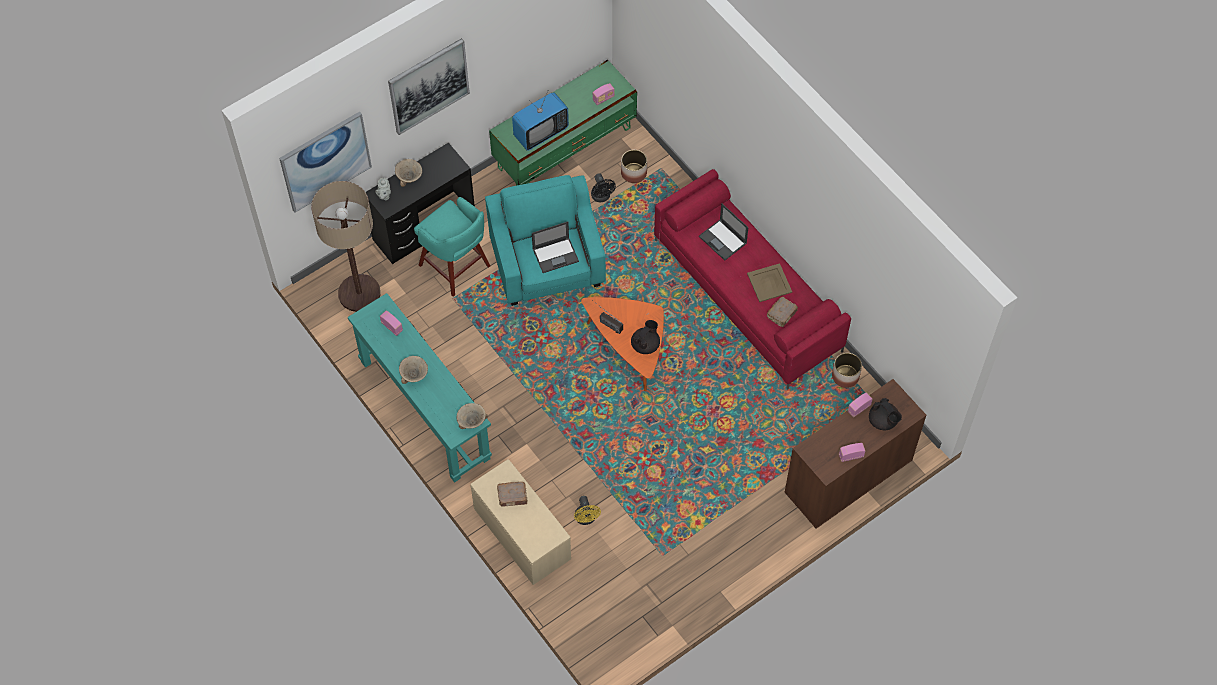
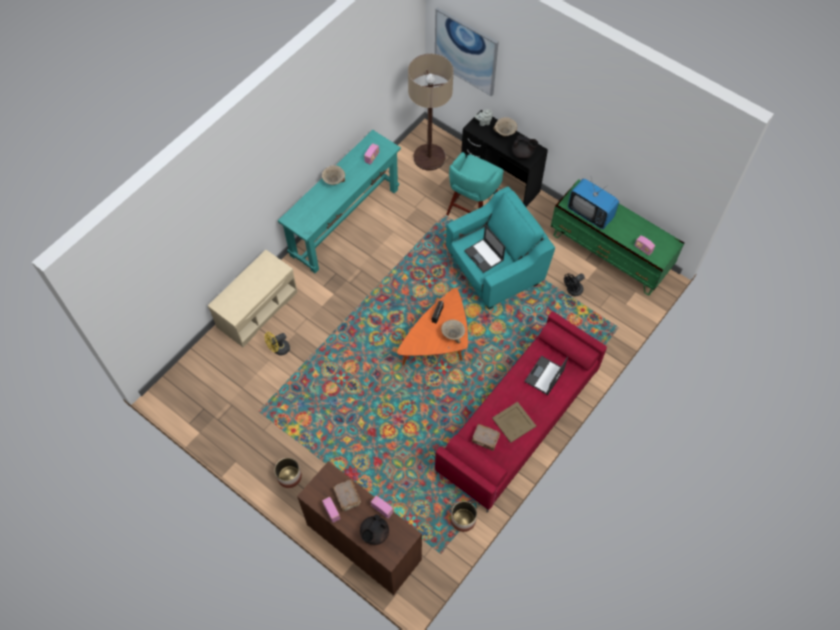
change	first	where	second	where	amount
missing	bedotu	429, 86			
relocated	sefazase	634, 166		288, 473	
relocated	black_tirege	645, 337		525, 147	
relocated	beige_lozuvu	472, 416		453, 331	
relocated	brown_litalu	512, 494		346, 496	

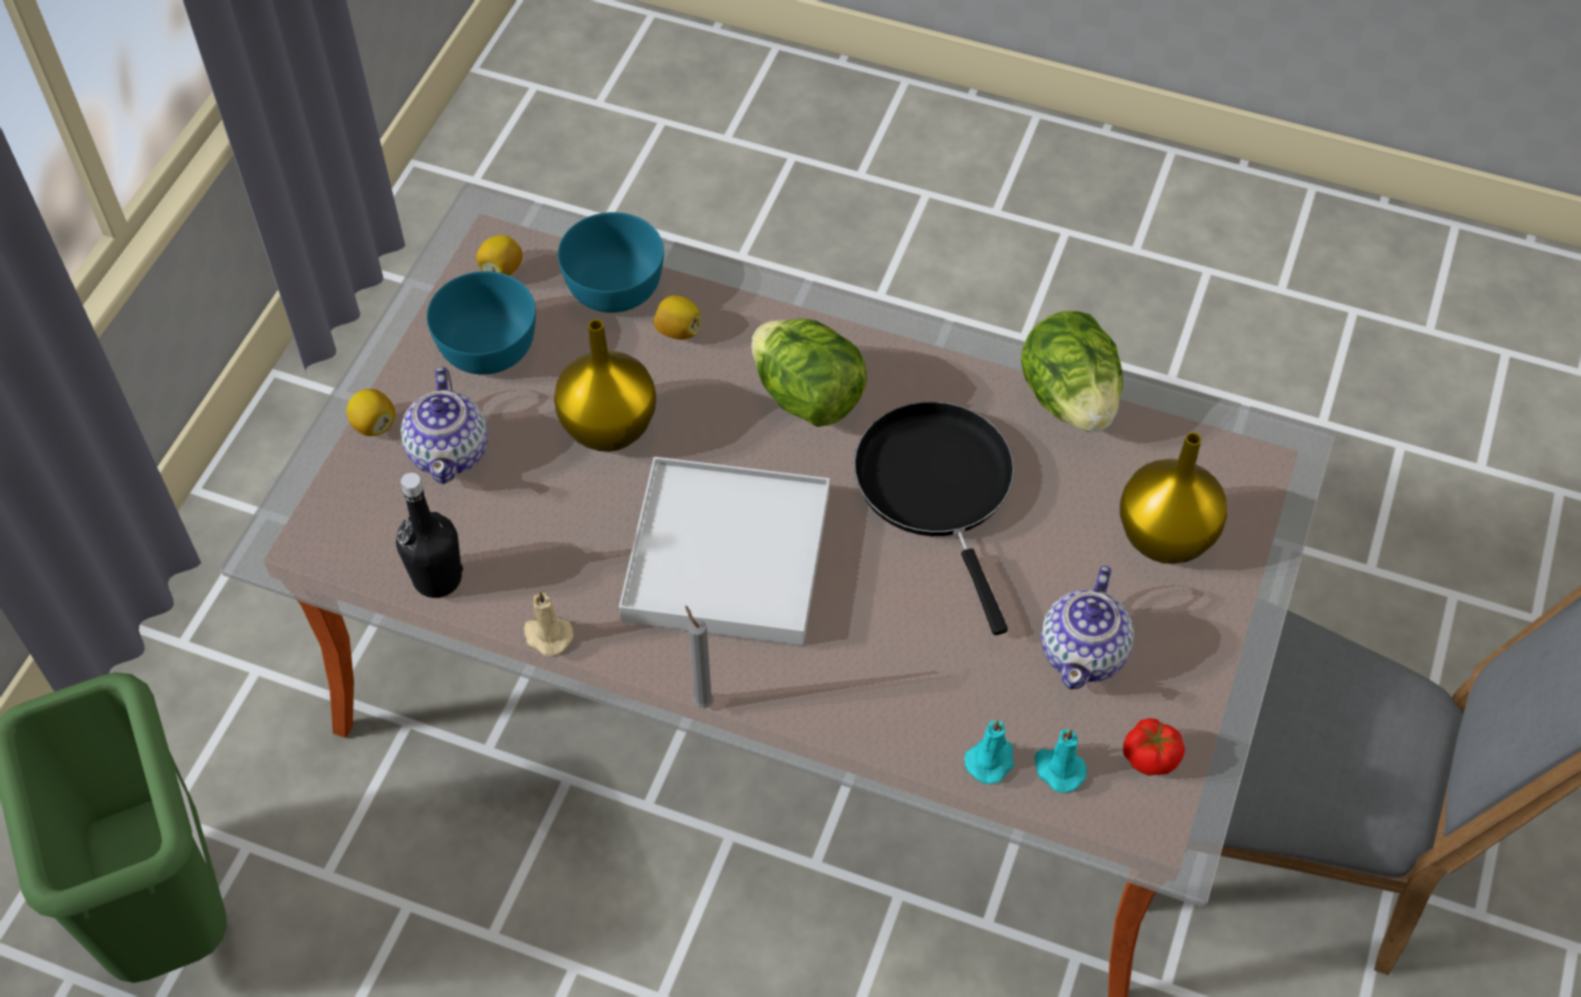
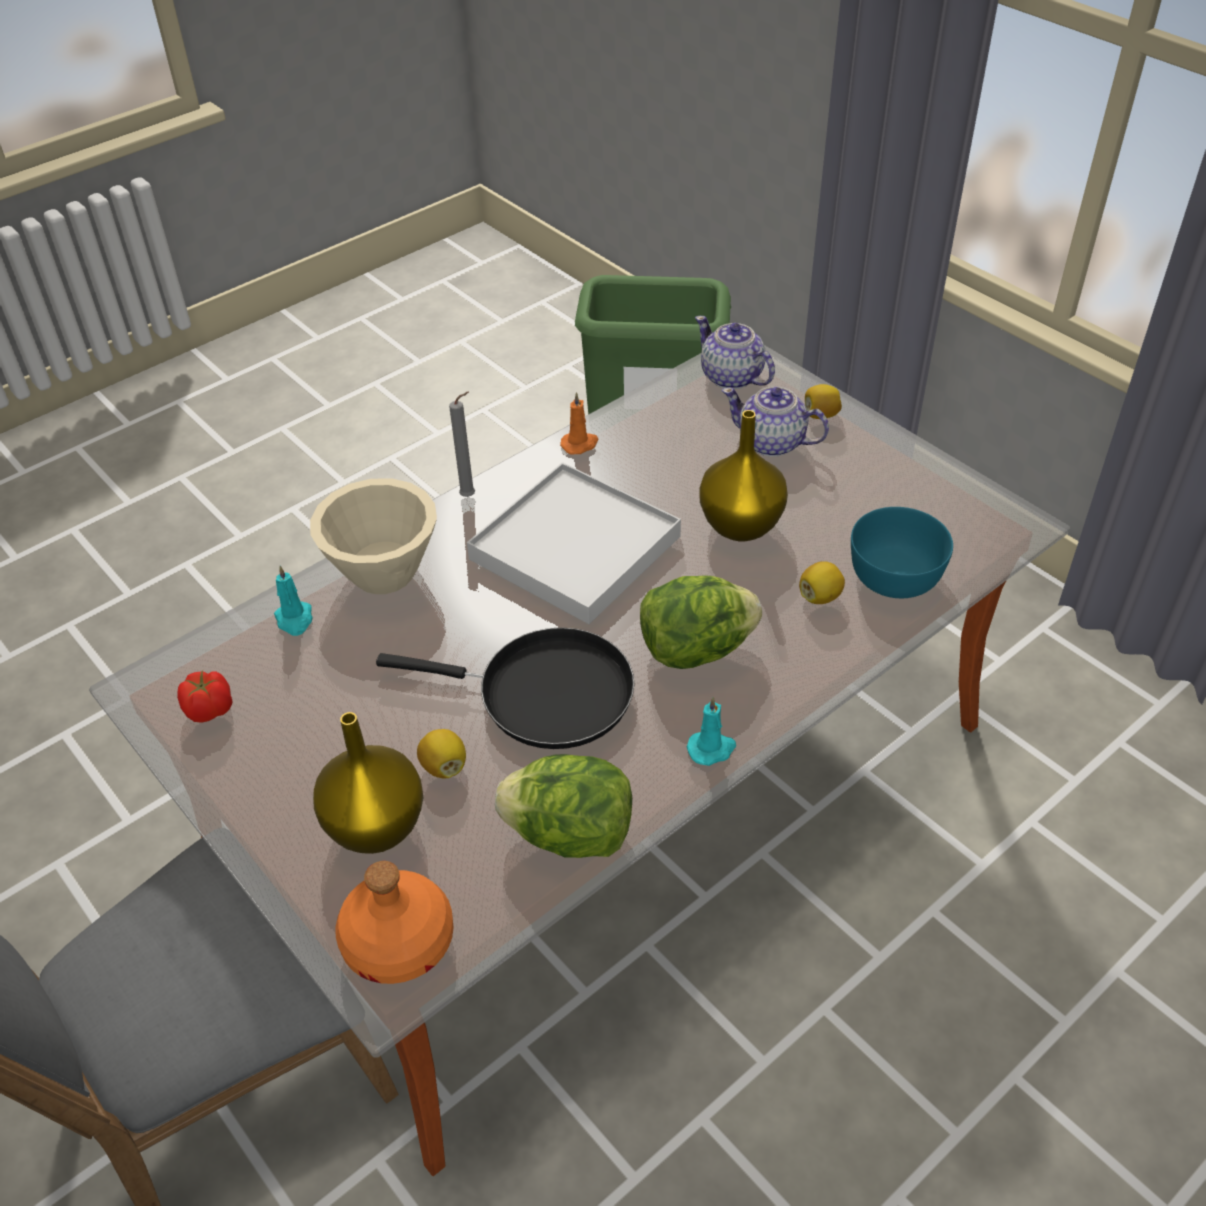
change	first	where	second	where	amount
relocated	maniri	499, 255		441, 753	
missing	turquoise_lozuvu	481, 323			
missing	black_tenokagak	429, 535			
relocated	tirege	1087, 627		735, 353	
colour	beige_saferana	548, 623	orange_saferana	579, 423	
relocated	turquoise_saferana	1061, 760		711, 731	
appeared			beige_lozuvu	373, 536	
appeared			orange_tenokagak	394, 922	

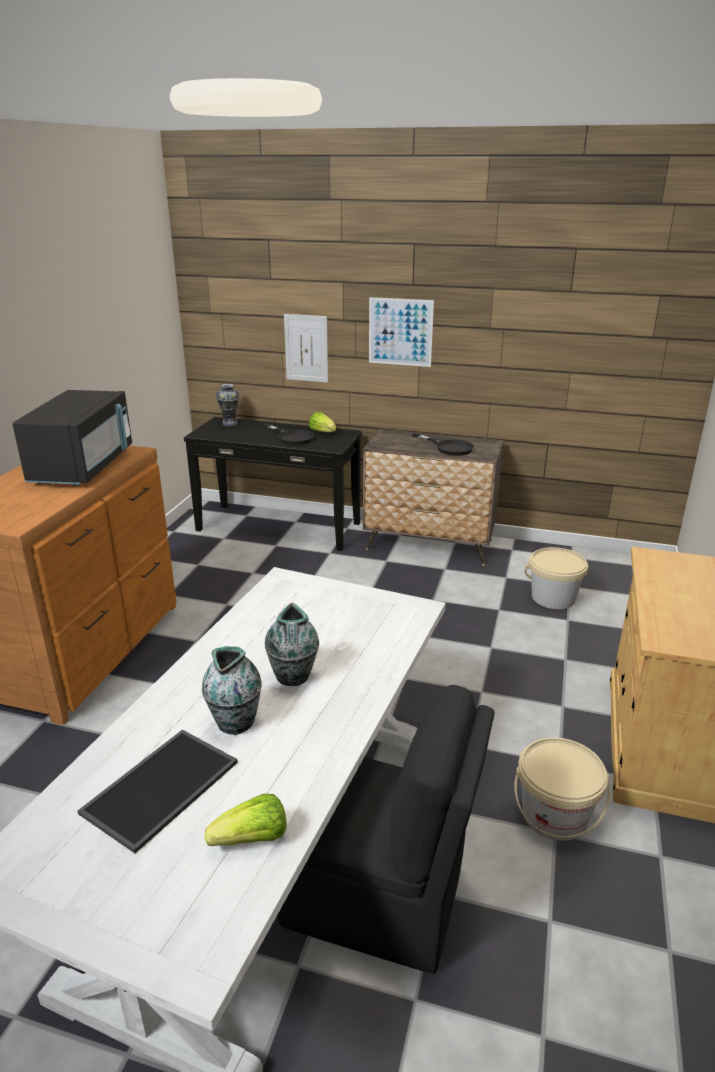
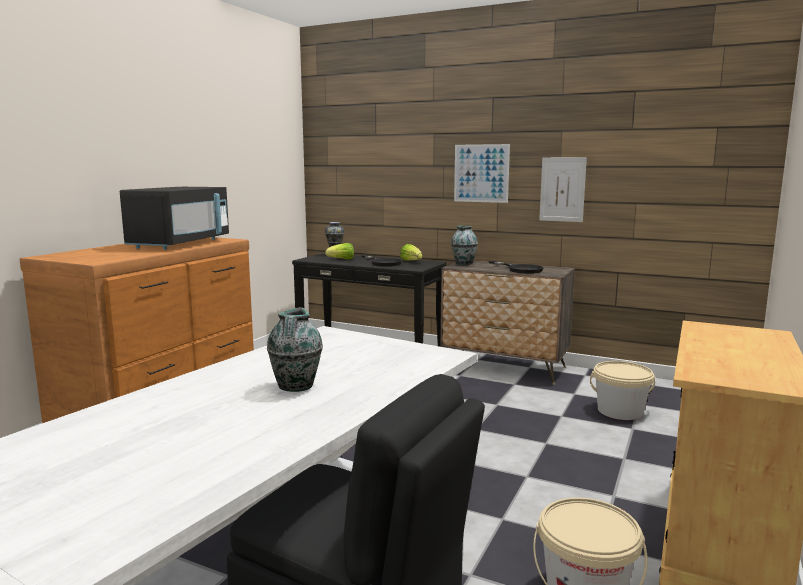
change	first	where	second	where	amount
relocated	bedotu	306, 348		563, 189	
relocated	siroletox	232, 690		464, 245	
missing	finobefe	158, 791			
relocated	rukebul	246, 820		339, 251	

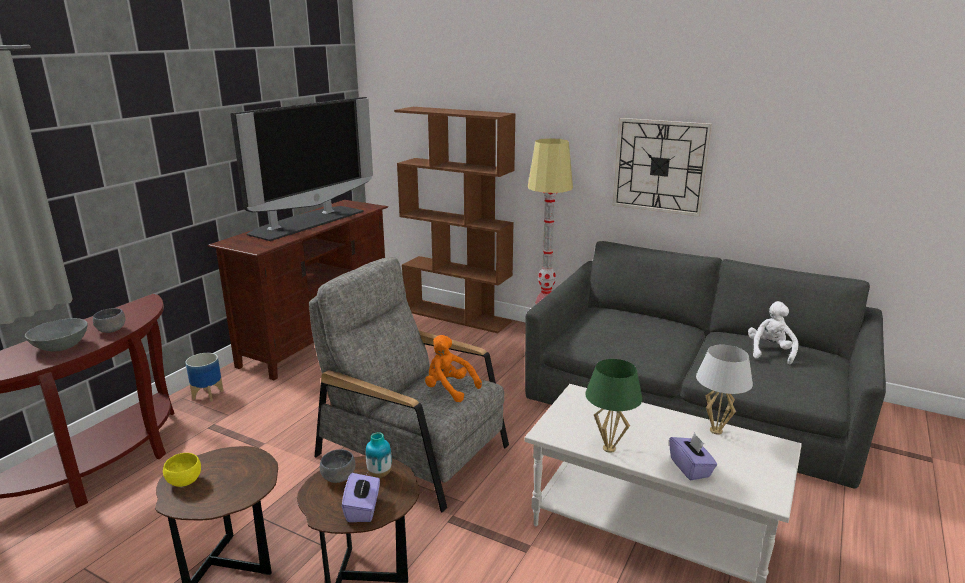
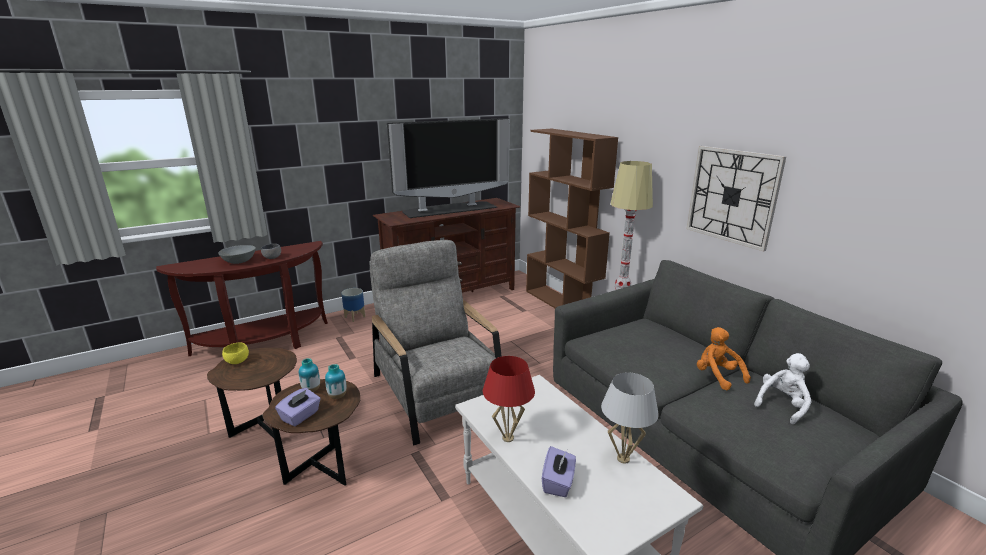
change	first	where	second	where	amount
relocated	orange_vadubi	453, 368		724, 358	
colour	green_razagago	613, 406	red_razagago	509, 399	
exchanged	grey_lozuvu	337, 466	siroletox	309, 375	

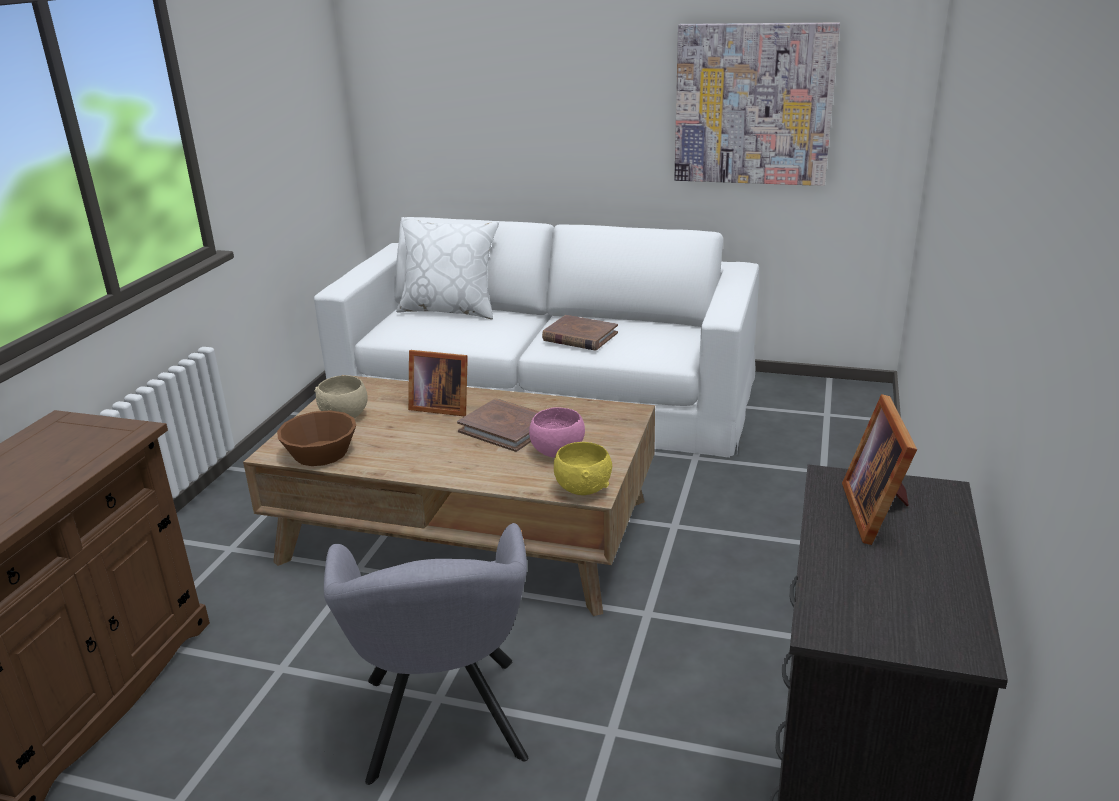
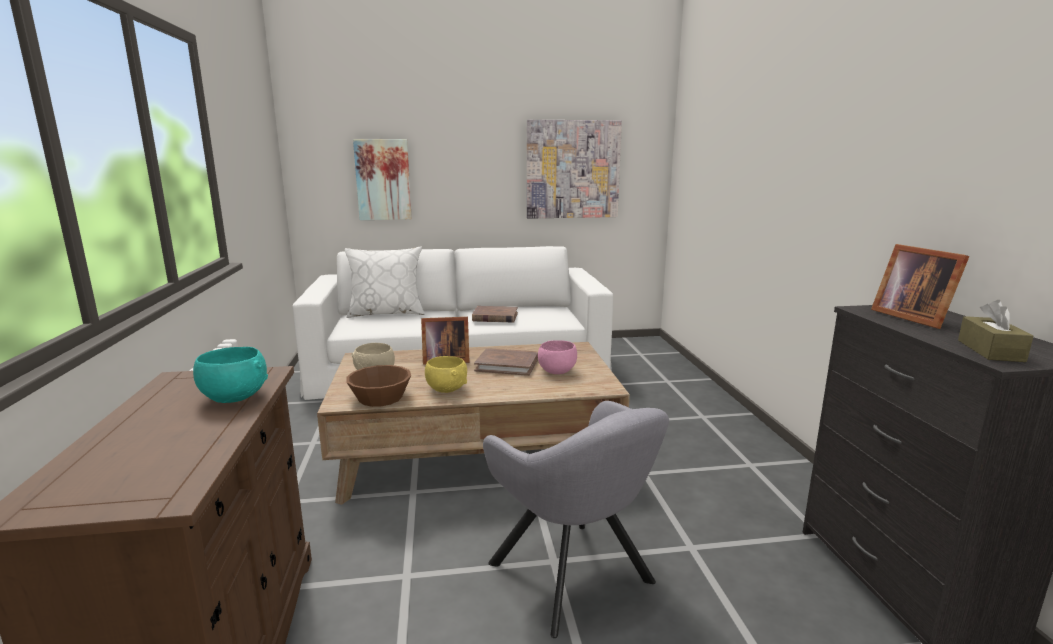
change	first	where	second	where	amount
relocated	yellow_lozuvu	583, 468		446, 374	
appeared			bedotu	382, 179	
appeared			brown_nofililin	996, 331	
appeared			turquoise_lozuvu	230, 375	

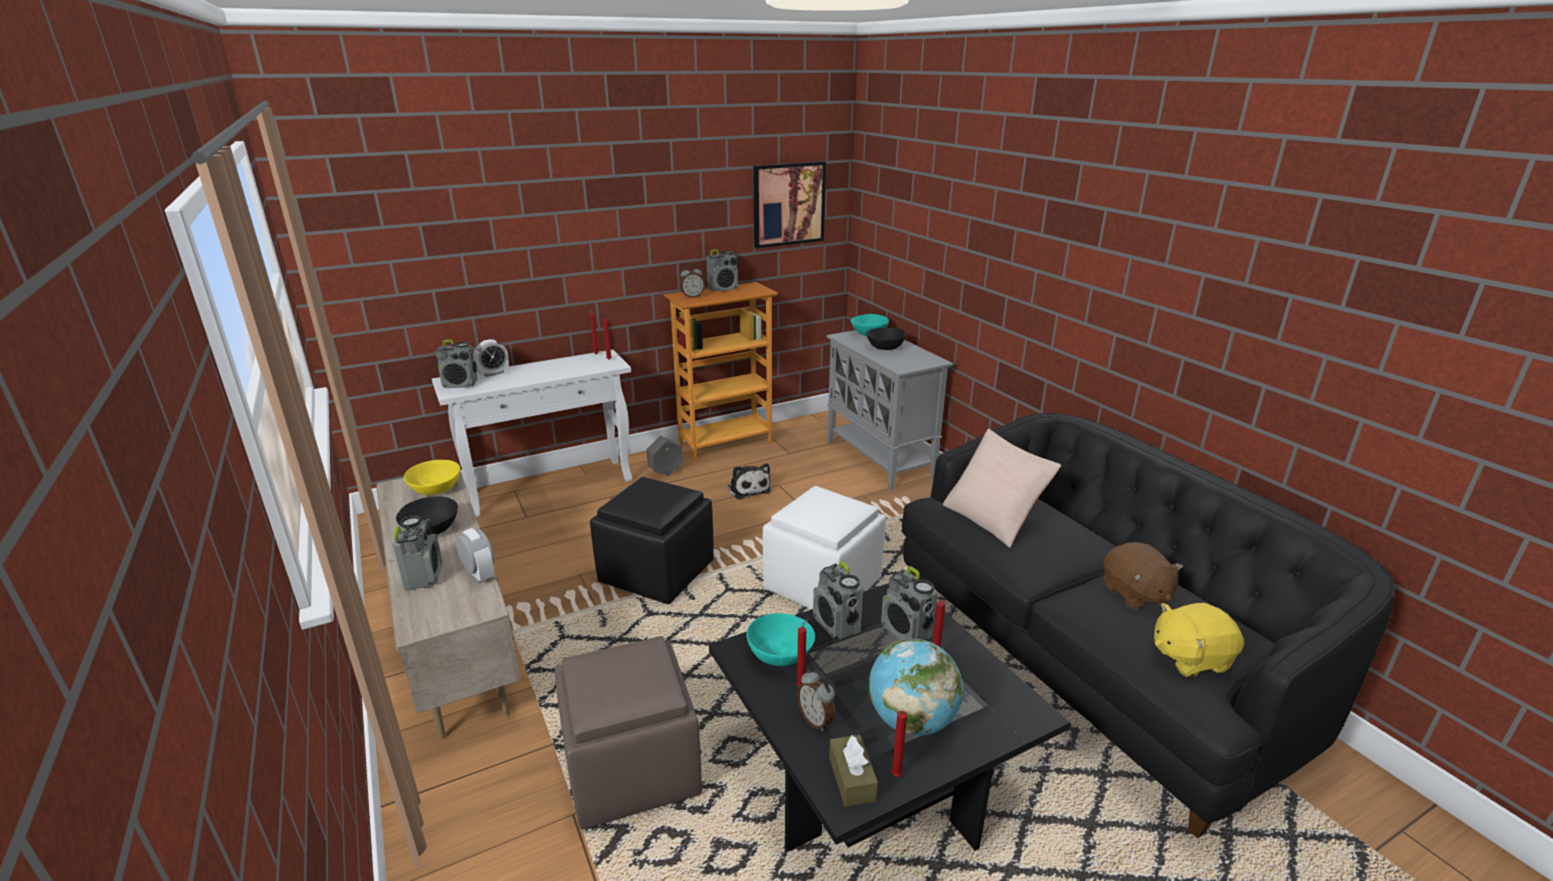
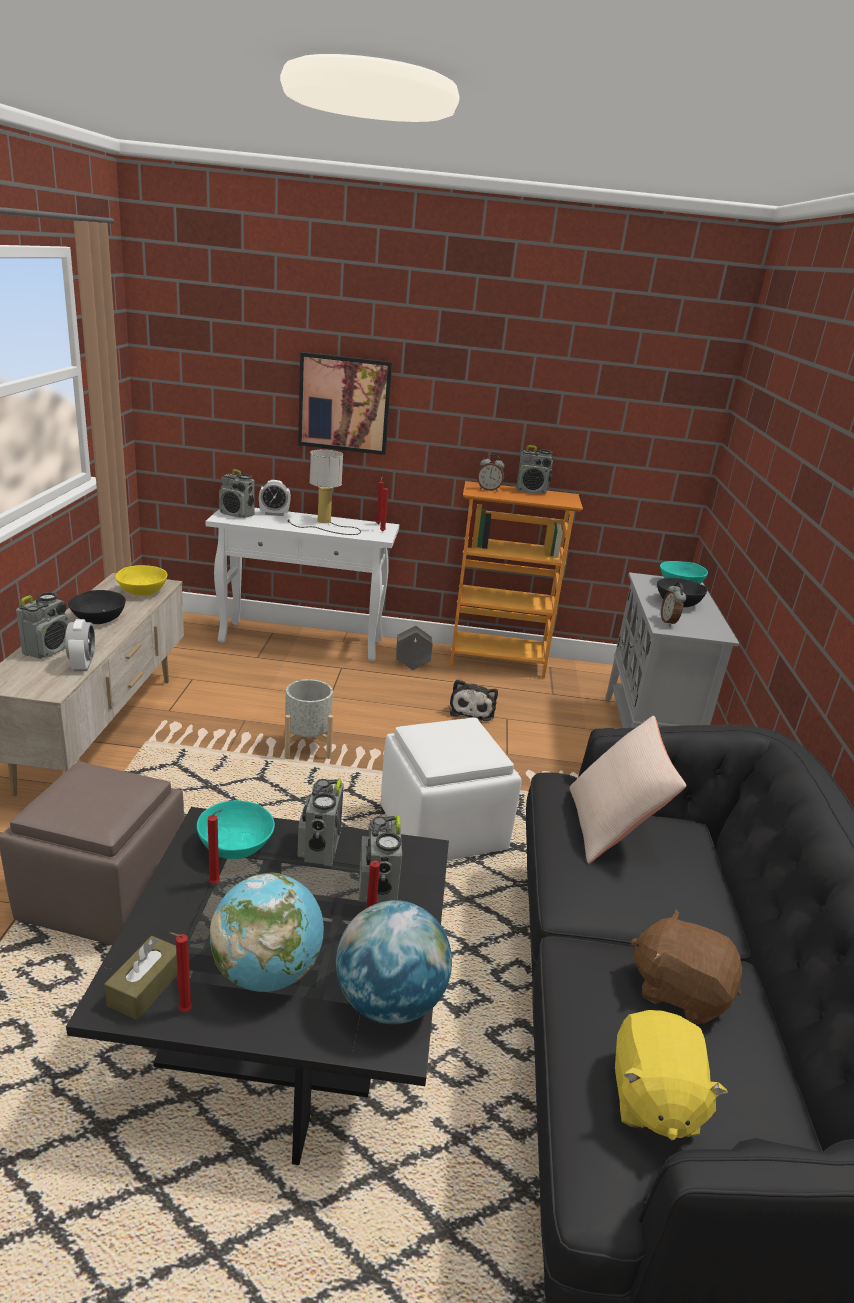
change	first	where	second	where	amount
relocated	bedotu	789, 204		345, 403	
exchanged	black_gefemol	652, 540	grey_sefazase	309, 719	
spun	brown_vadubi	1143, 576		686, 966	105 degrees clockwise
spun	yellow_vadubi	1199, 640		671, 1075	105 degrees counterclockwise
relocated	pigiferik	816, 700		673, 604	
appeared			razagago	324, 492	
appeared			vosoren	394, 962	

